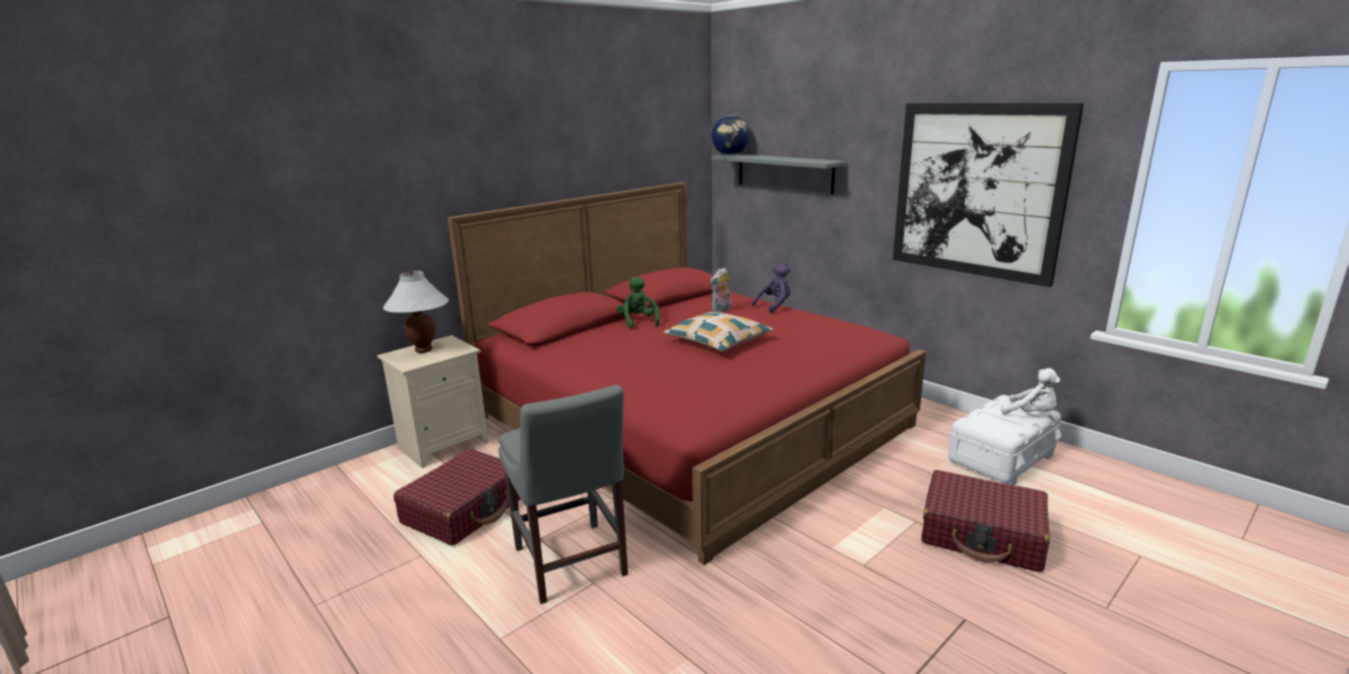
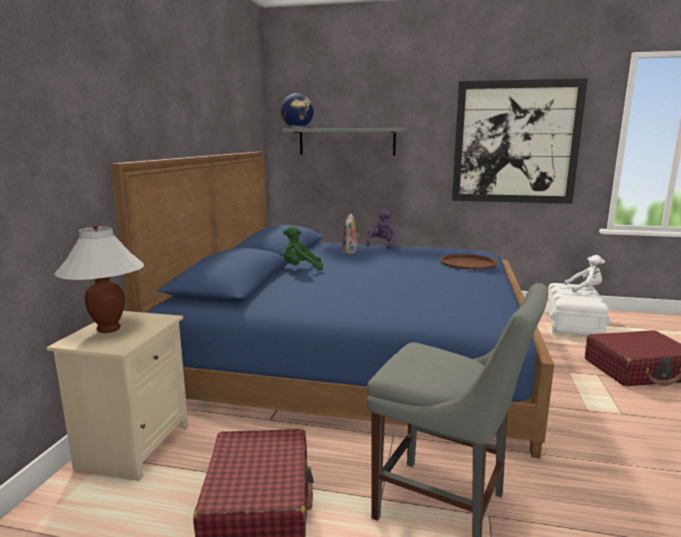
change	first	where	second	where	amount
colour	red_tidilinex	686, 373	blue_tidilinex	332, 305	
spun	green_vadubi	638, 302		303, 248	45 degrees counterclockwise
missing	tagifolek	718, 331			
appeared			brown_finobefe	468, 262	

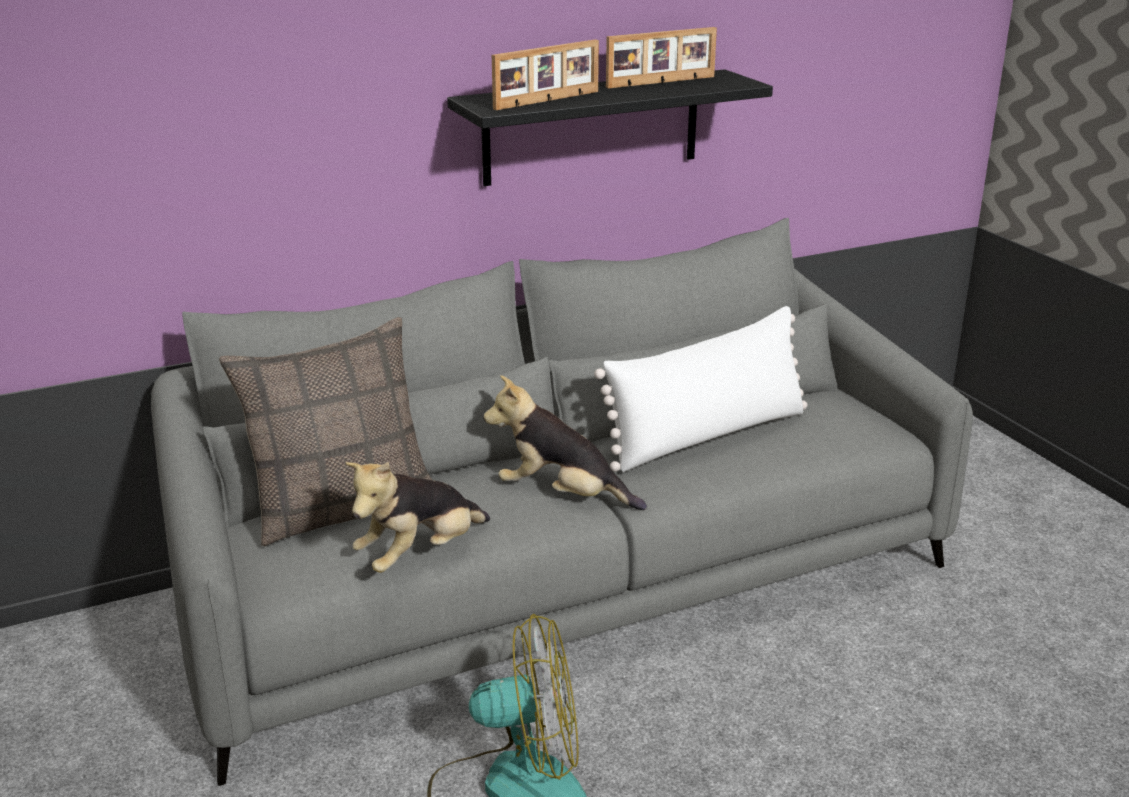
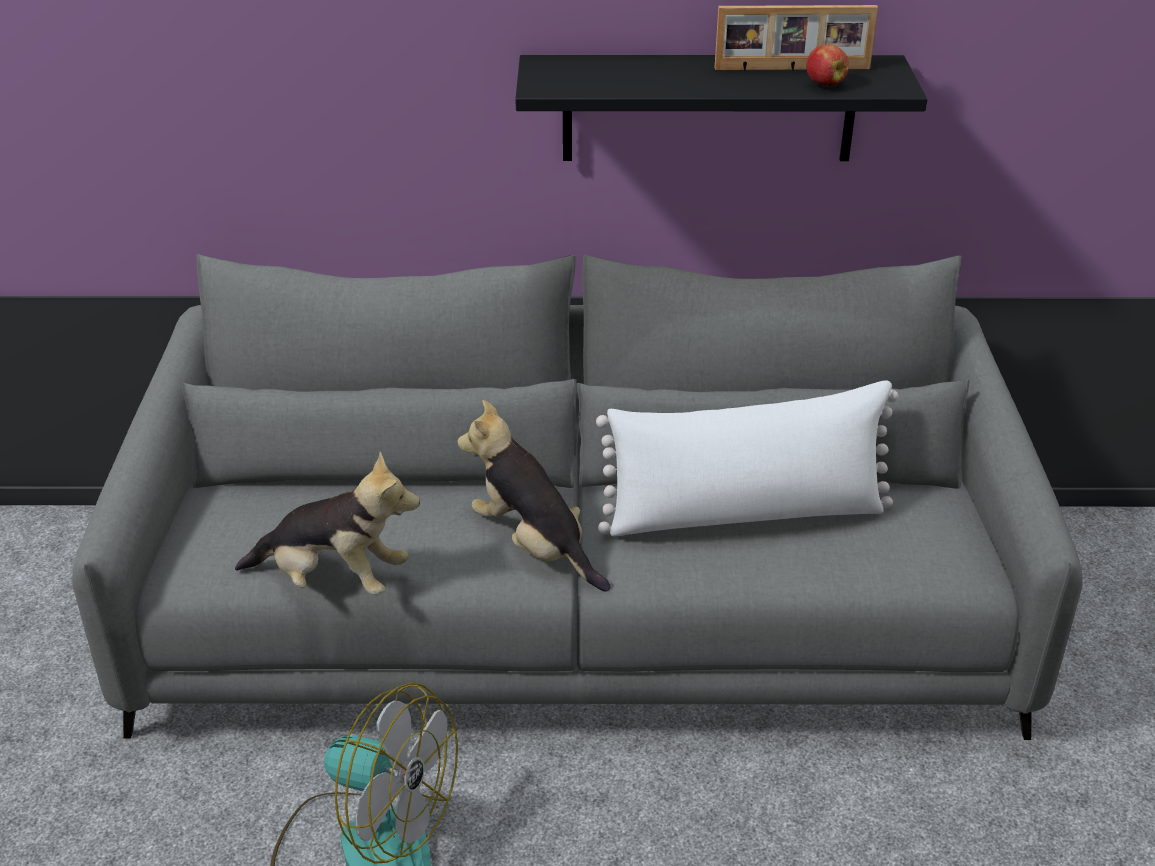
change	first	where	second	where	amount
missing	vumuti	545, 74			
missing	tagifolek	325, 432			
spun	vadubi	417, 517		327, 523	150 degrees counterclockwise
appeared			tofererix	827, 65	

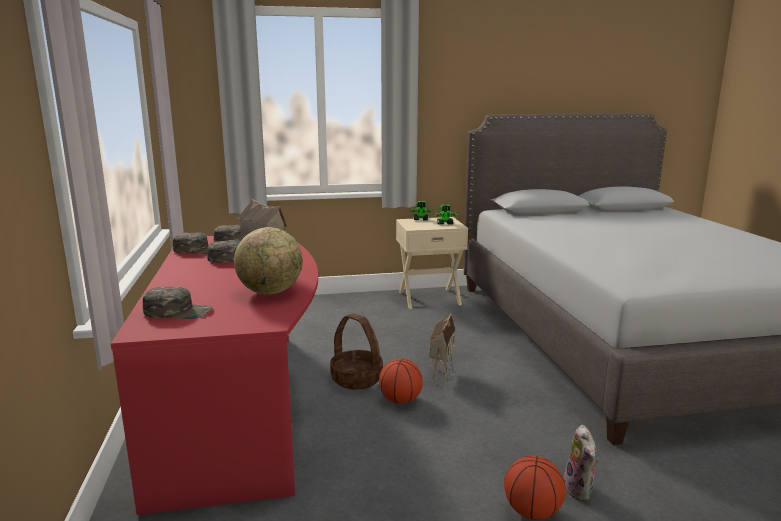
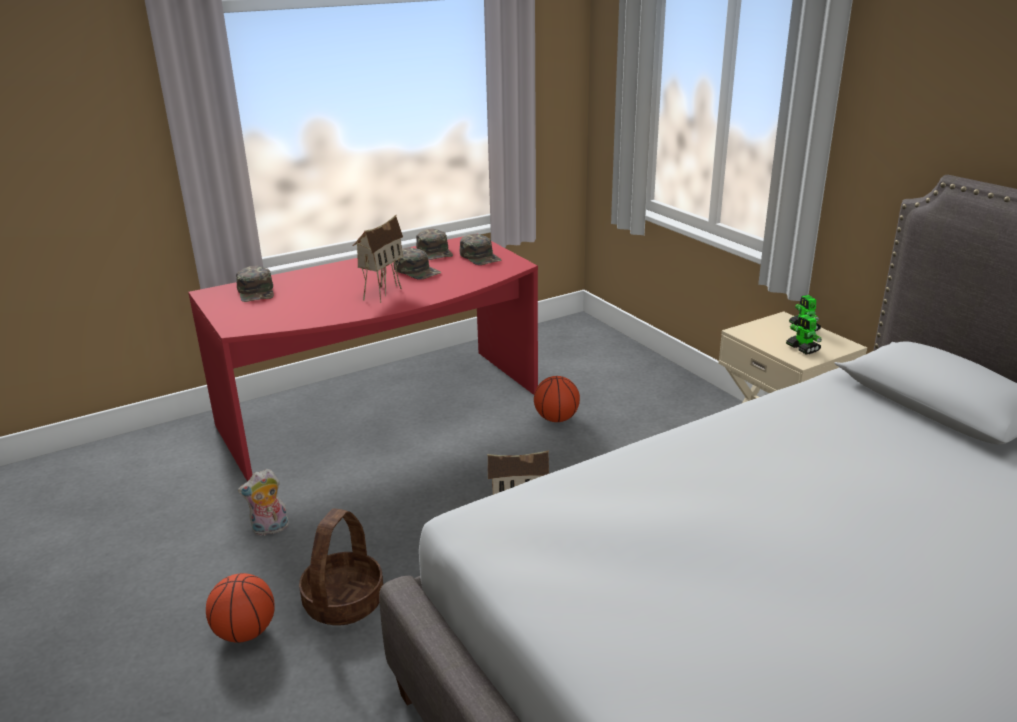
change	first	where	second	where	amount
missing	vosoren	268, 261			
relocated	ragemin	356, 351		341, 566	
relocated	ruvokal	401, 381		557, 399	
relocated	vadubi	581, 463		263, 502	

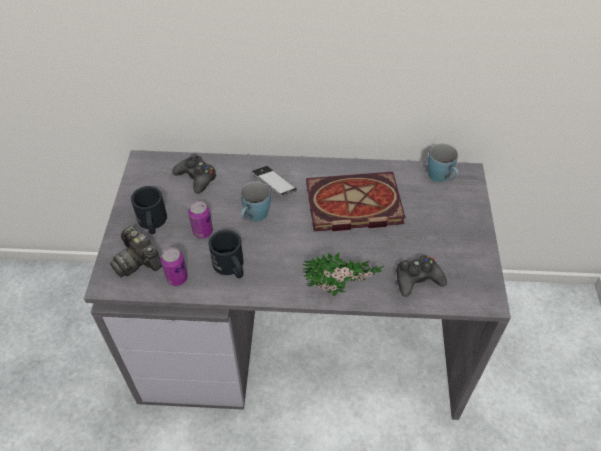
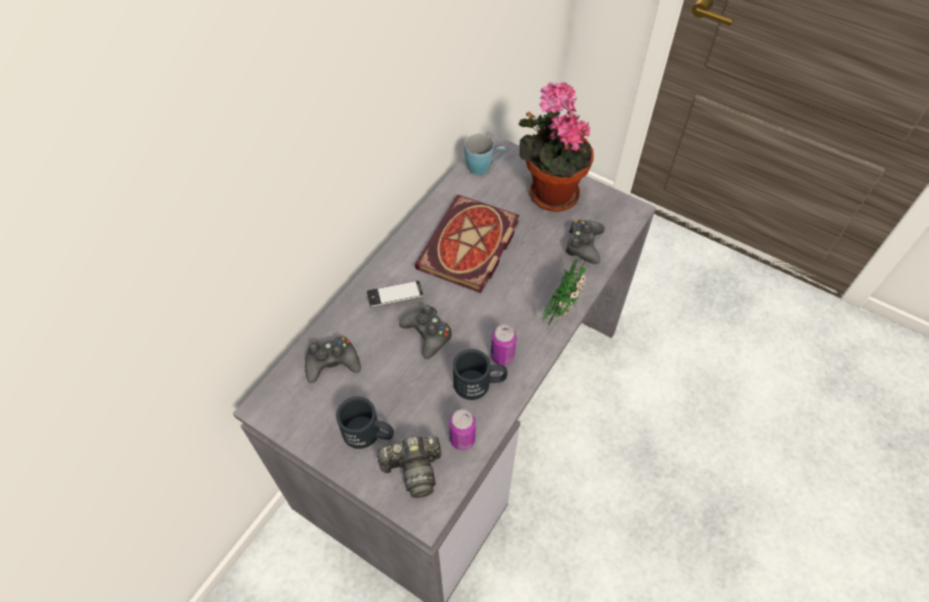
change	first	where	second	where	amount
exchanged	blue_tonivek	256, 201	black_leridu	425, 332	
relocated	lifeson	200, 220		504, 344	
appeared			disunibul	556, 147	

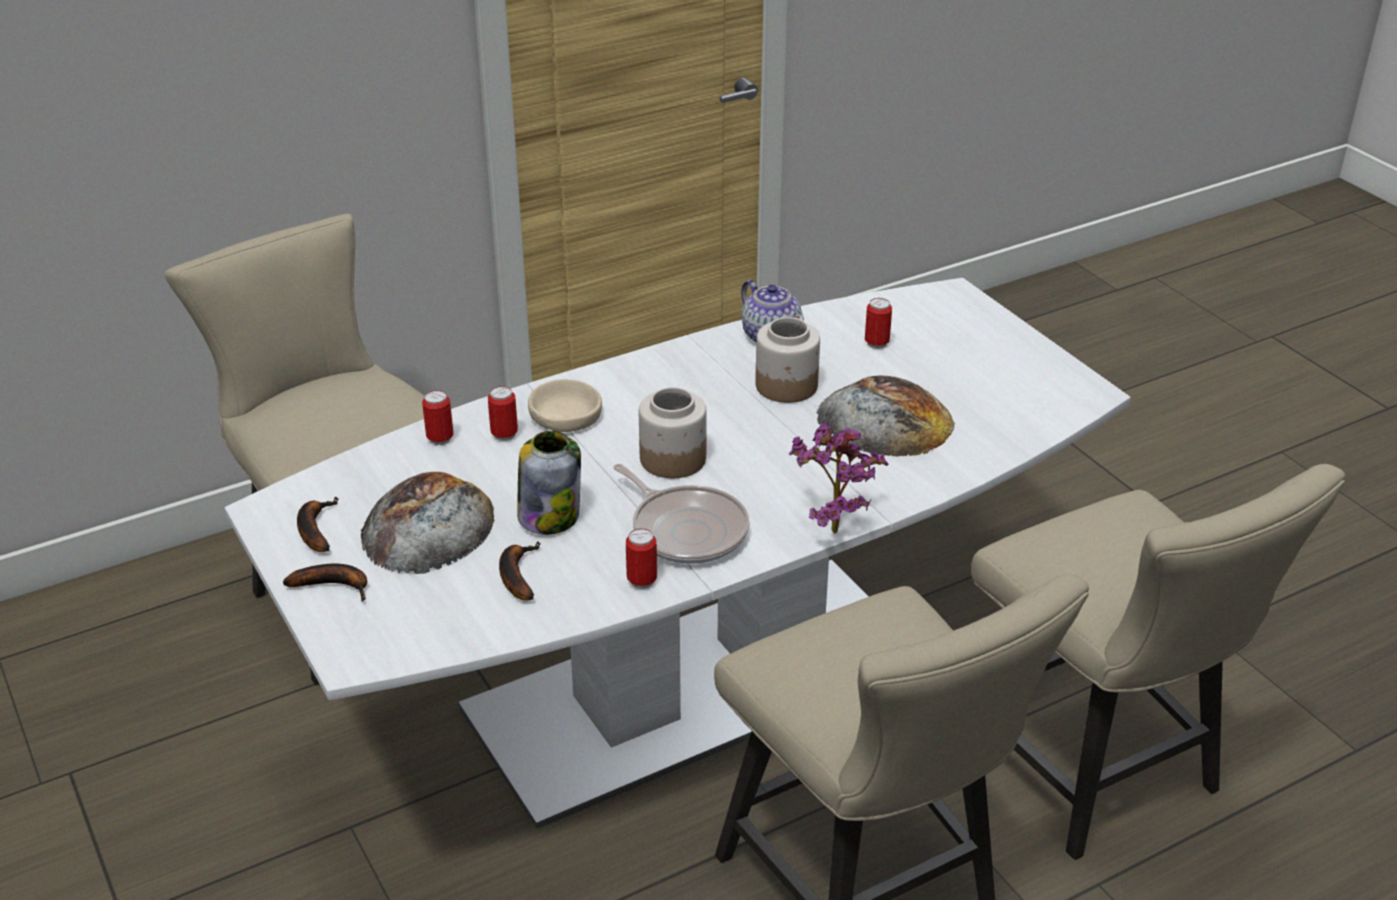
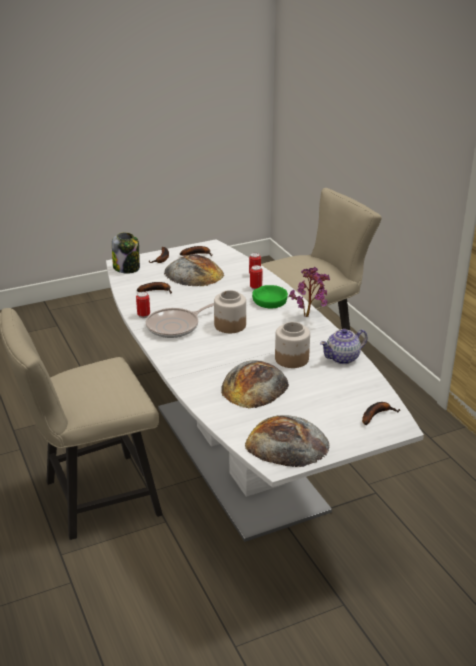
change	first	where	second	where	amount
missing	lifeson	878, 323			
colour	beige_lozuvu	565, 405	green_lozuvu	270, 297	
relocated	disunibul	838, 477		309, 292	
relocated	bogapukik	549, 483		126, 253	
missing	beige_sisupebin	1158, 662			
appeared			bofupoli	381, 413	
appeared			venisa	287, 441	

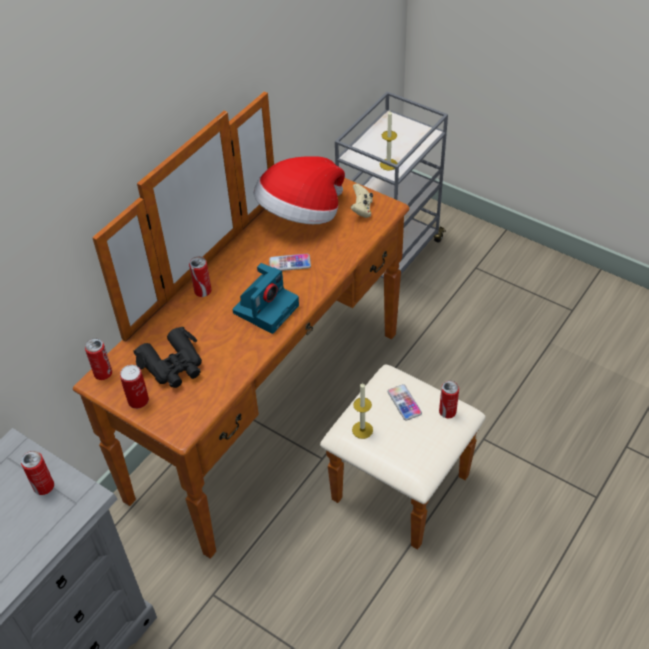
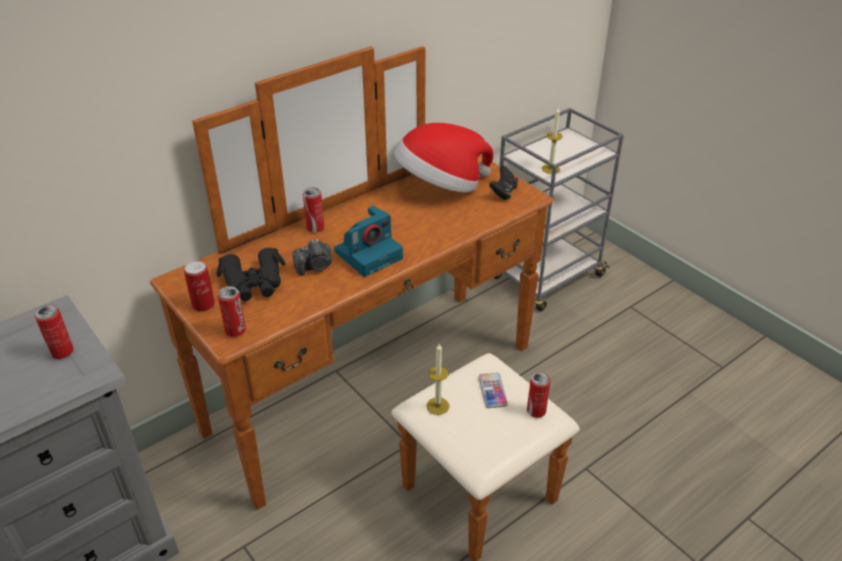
change	first	where	second	where	amount
colour	beige_leridu	361, 200	black_leridu	503, 182	
missing	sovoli	290, 262			
relocated	lifeson	98, 359		232, 311	
appeared			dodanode	312, 257	

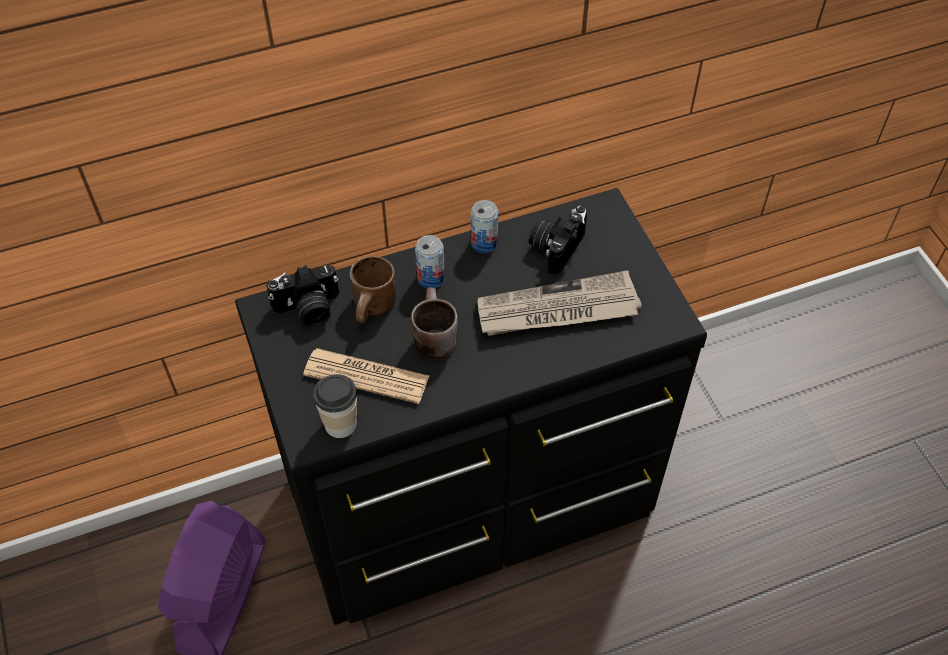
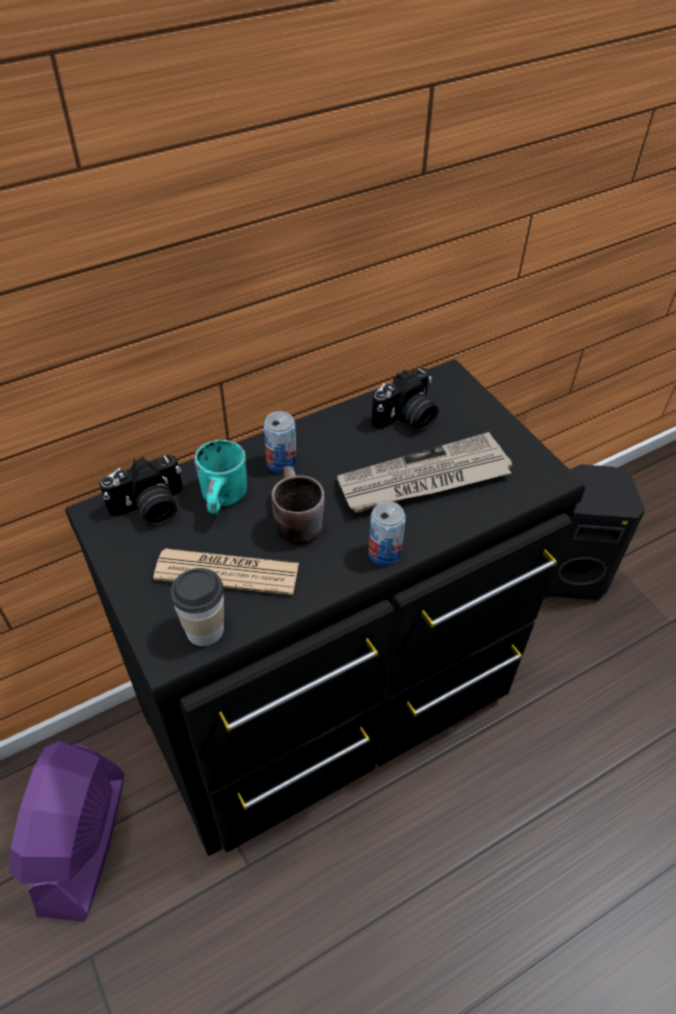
change	first	where	second	where	amount
relocated	lifeson	485, 226		387, 533	
spun	dodanode	558, 240		404, 399	150 degrees counterclockwise
colour	brown_tonivek	373, 289	turquoise_tonivek	220, 477	
appeared			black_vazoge	595, 532	

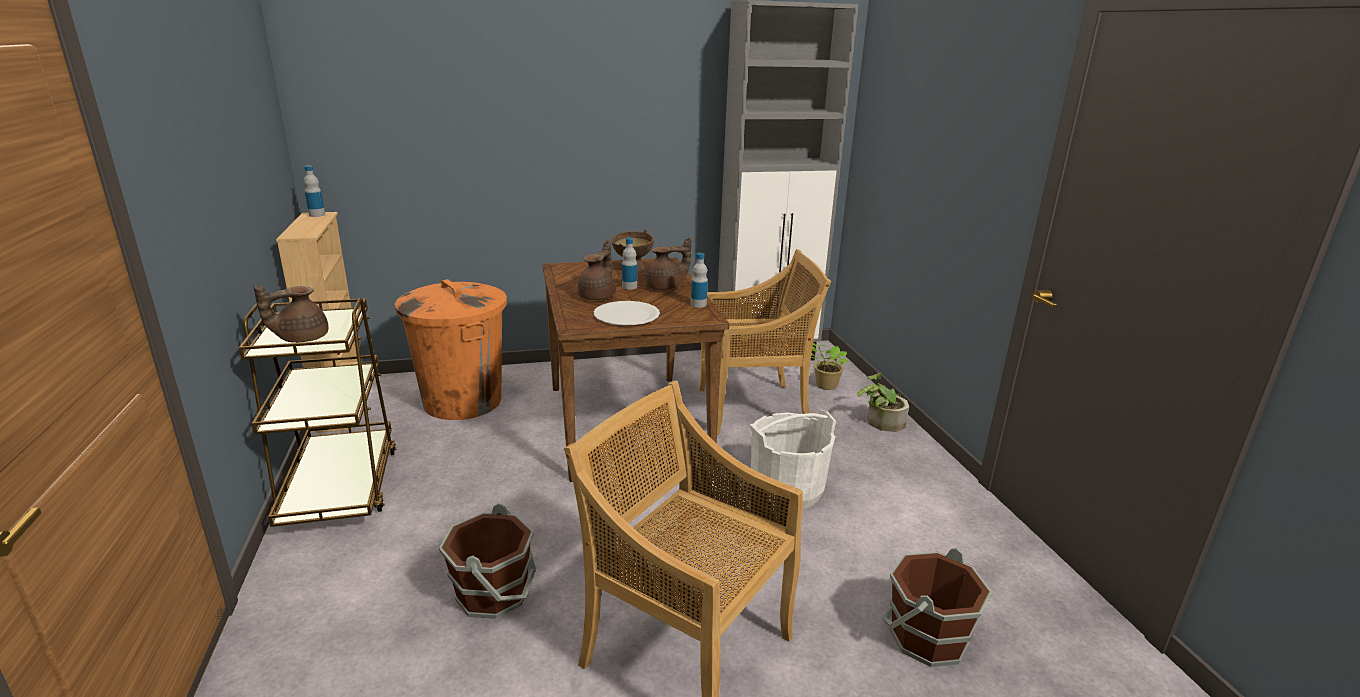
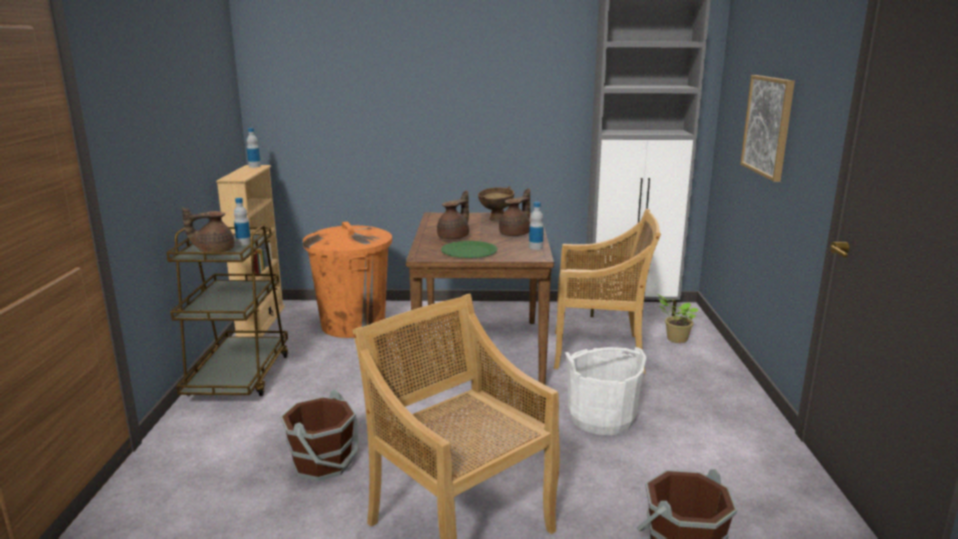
change	first	where	second	where	amount
spun	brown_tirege	668, 263		514, 212	45 degrees counterclockwise
relocated	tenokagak	629, 264		242, 221	
colour	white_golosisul	627, 313	green_golosisul	469, 249	
missing	disunibul	883, 402			
appeared			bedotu	767, 128	

